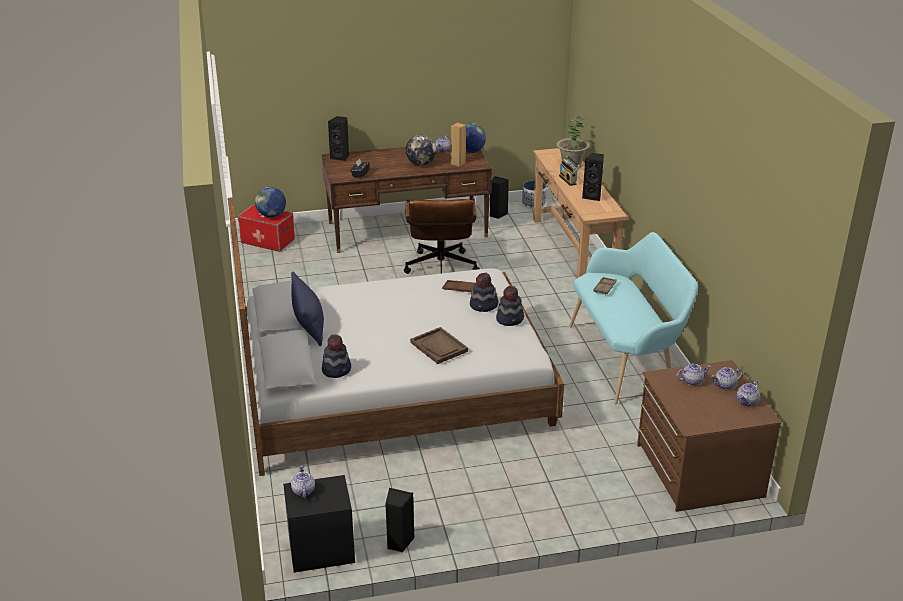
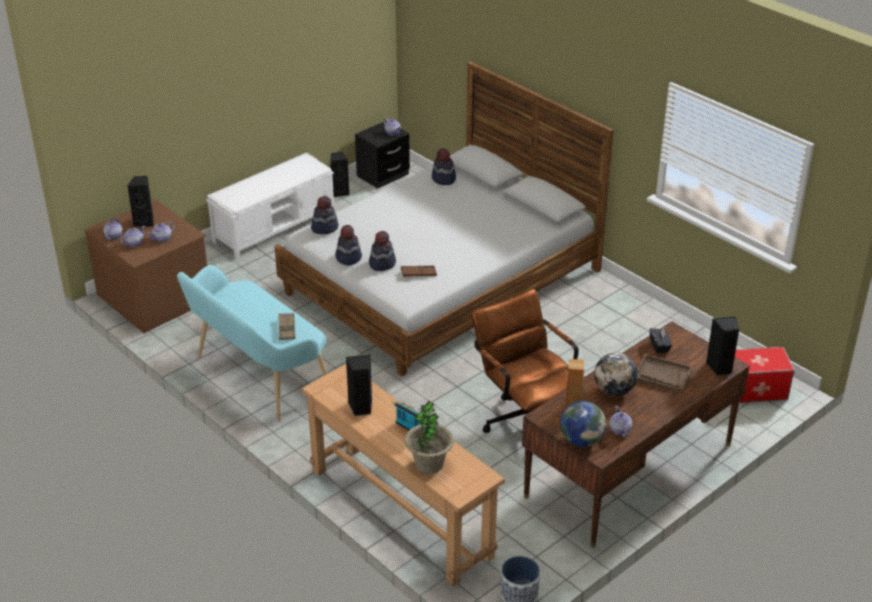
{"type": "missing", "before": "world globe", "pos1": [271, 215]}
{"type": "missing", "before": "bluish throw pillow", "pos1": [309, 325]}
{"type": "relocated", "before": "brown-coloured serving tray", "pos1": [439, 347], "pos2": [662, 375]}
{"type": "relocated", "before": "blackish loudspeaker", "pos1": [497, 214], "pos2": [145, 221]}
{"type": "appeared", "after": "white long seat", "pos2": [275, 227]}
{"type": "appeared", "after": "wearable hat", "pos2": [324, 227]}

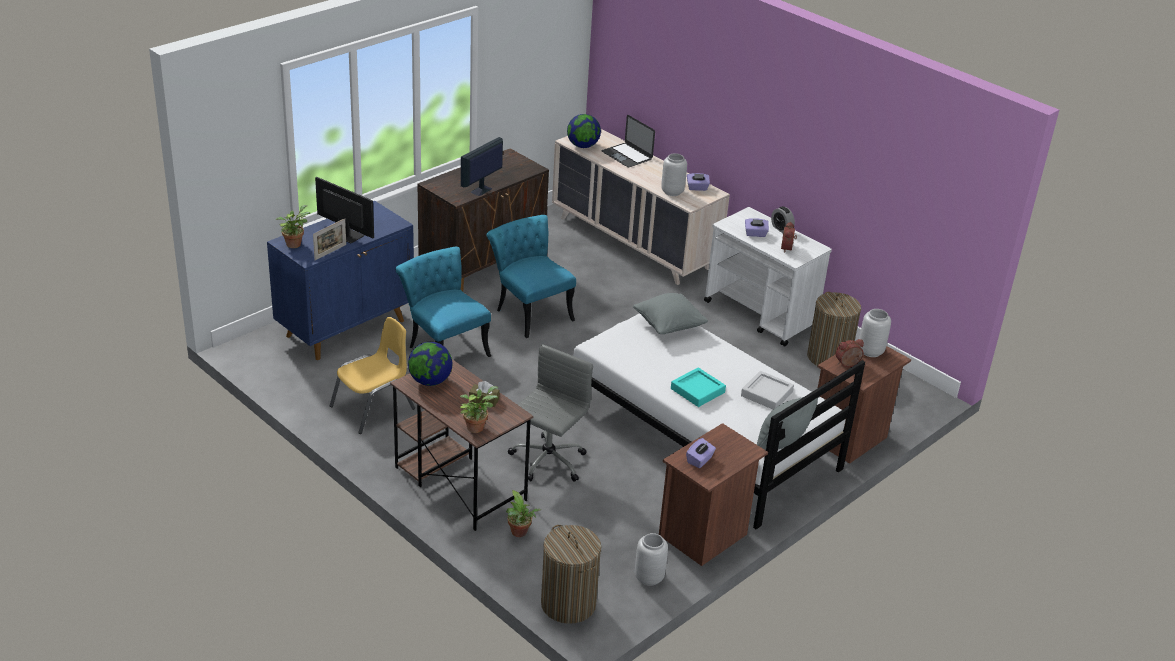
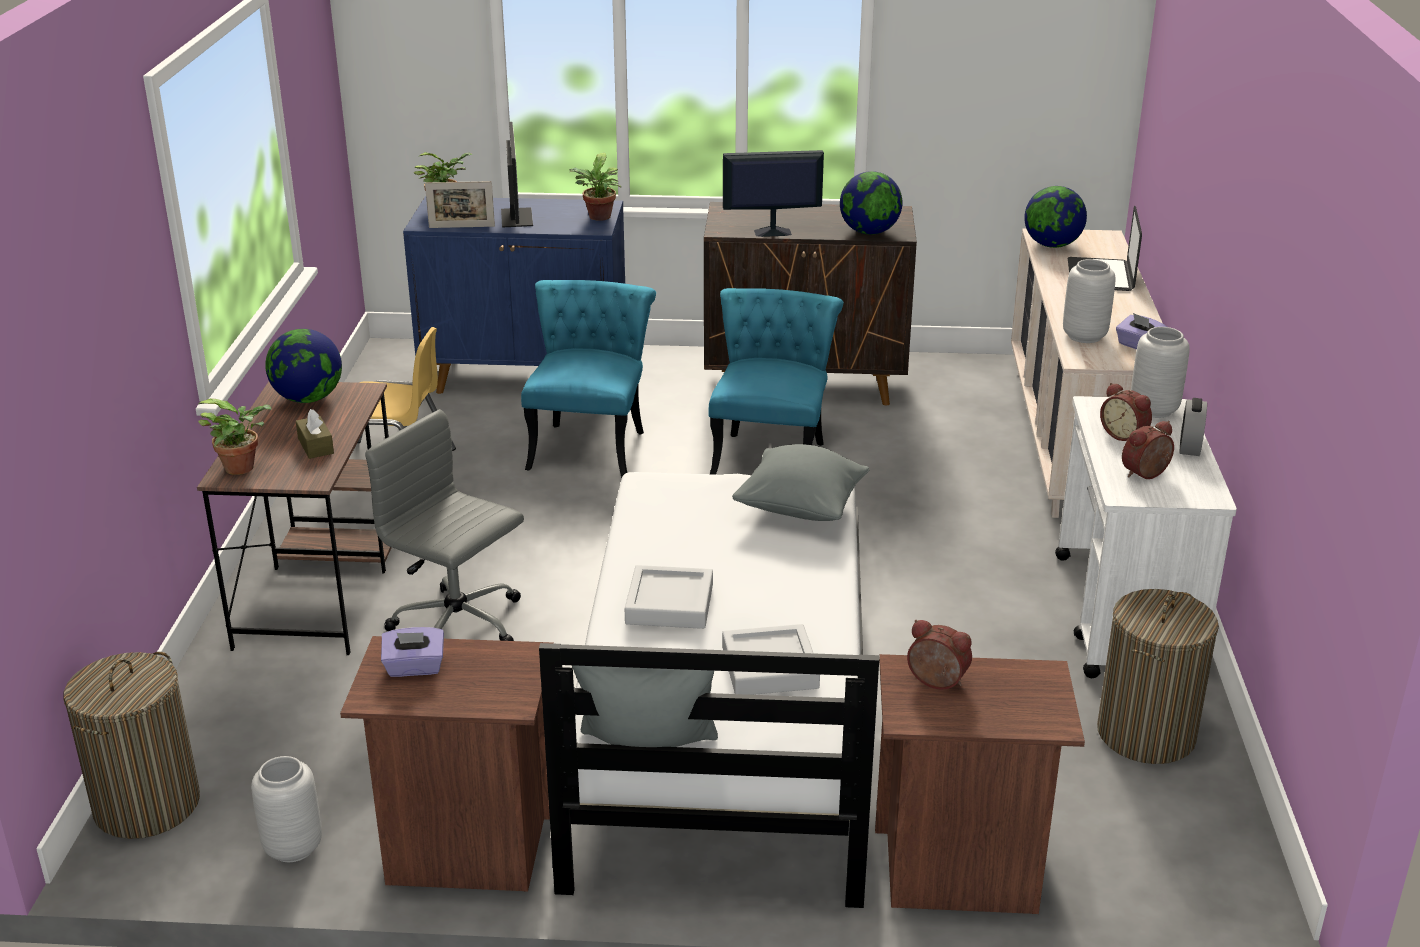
{"type": "relocated", "before": "potted plant", "pos1": [520, 533], "pos2": [598, 218]}
{"type": "spun", "before": "greyish office chair", "pos1": [547, 461], "pos2": [459, 627], "turn": -135}
{"type": "colour", "before": "blue-green serving tray", "after": "greyish serving tray", "pos1": [697, 390], "pos2": [669, 604]}
{"type": "exchanged", "before": "purplish tissue box", "after": "bedside clock", "pos1": [755, 234], "pos2": [1124, 435]}
{"type": "relocated", "before": "greyish vase", "pos1": [871, 352], "pos2": [1154, 410]}
{"type": "appeared", "after": "world globe", "pos2": [869, 232]}

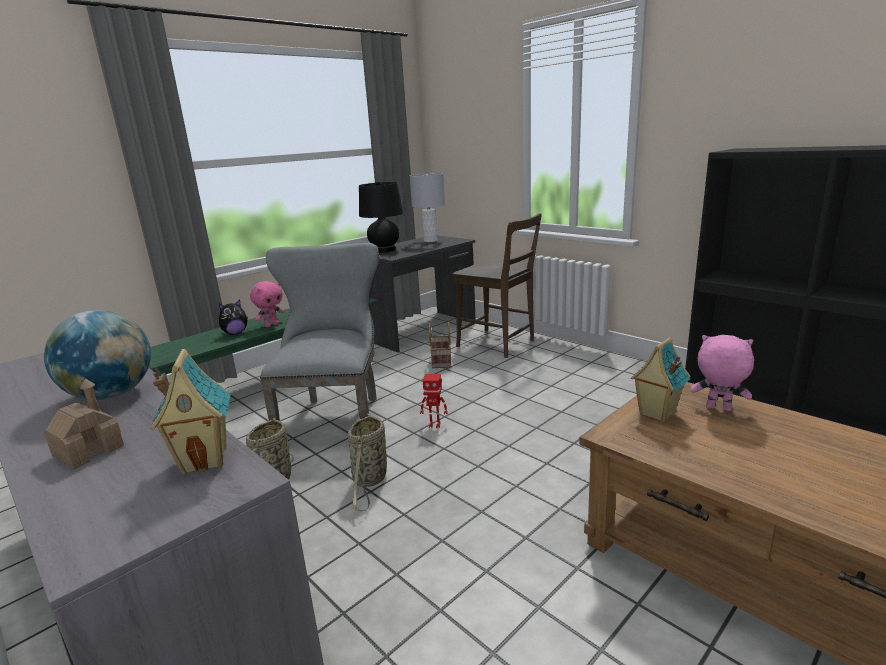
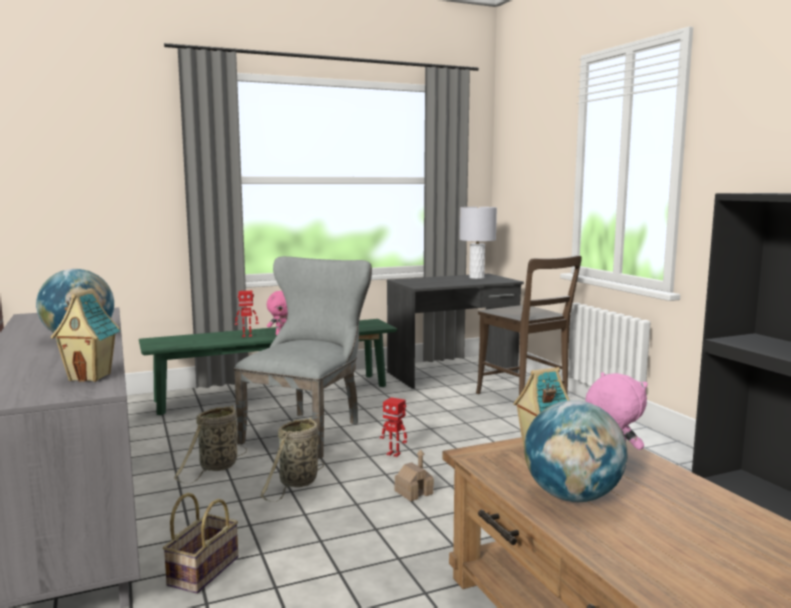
{"type": "relocated", "before": "miniature house", "pos1": [89, 450], "pos2": [413, 492]}
{"type": "exchanged", "before": "soft toy", "after": "toy robot", "pos1": [235, 333], "pos2": [247, 336]}
{"type": "missing", "before": "blackish lamp for a table", "pos1": [384, 250]}
{"type": "relocated", "before": "household basket", "pos1": [440, 361], "pos2": [203, 570]}
{"type": "appeared", "after": "world globe", "pos2": [572, 497]}

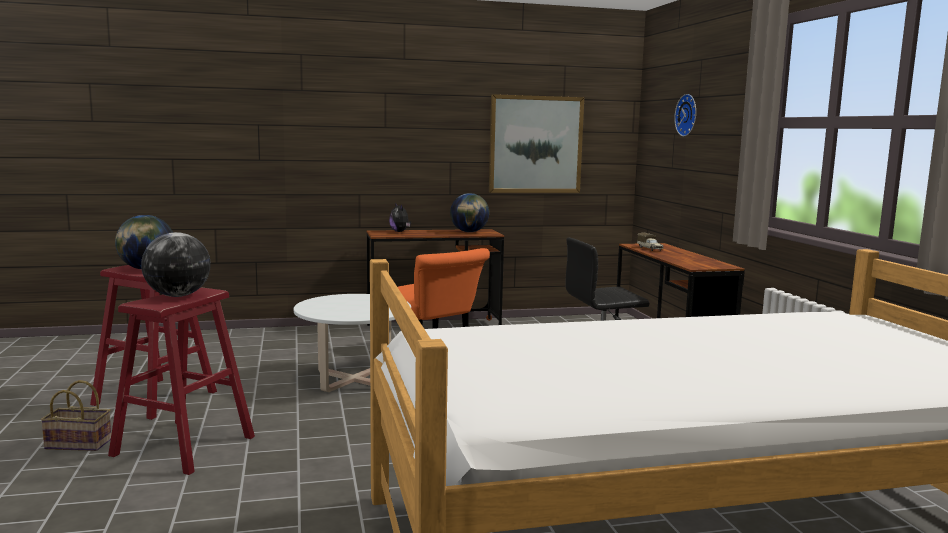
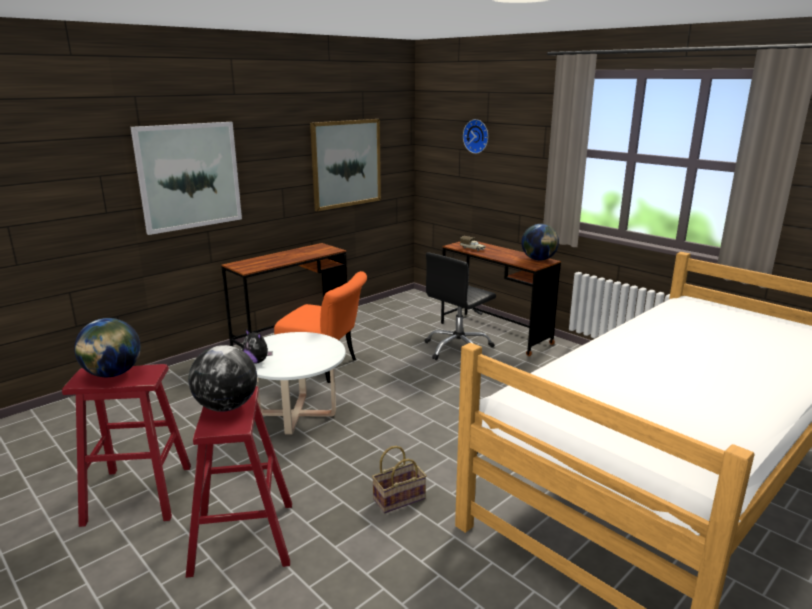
{"type": "relocated", "before": "household basket", "pos1": [80, 443], "pos2": [400, 498]}
{"type": "relocated", "before": "soft toy", "pos1": [400, 232], "pos2": [257, 361]}
{"type": "relocated", "before": "world globe", "pos1": [469, 232], "pos2": [538, 259]}
{"type": "appeared", "after": "picture", "pos2": [189, 176]}

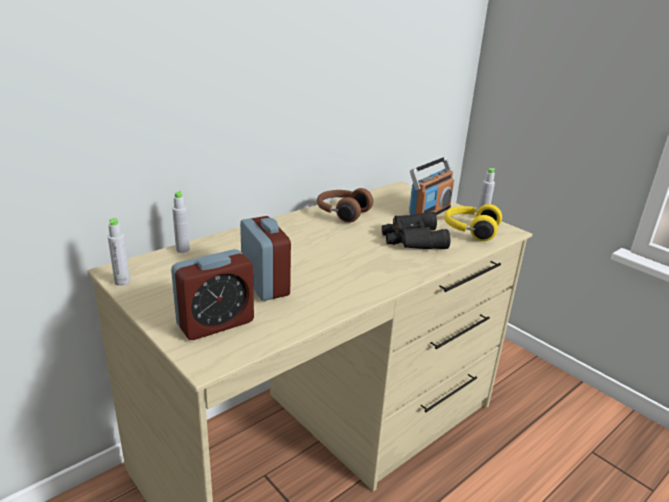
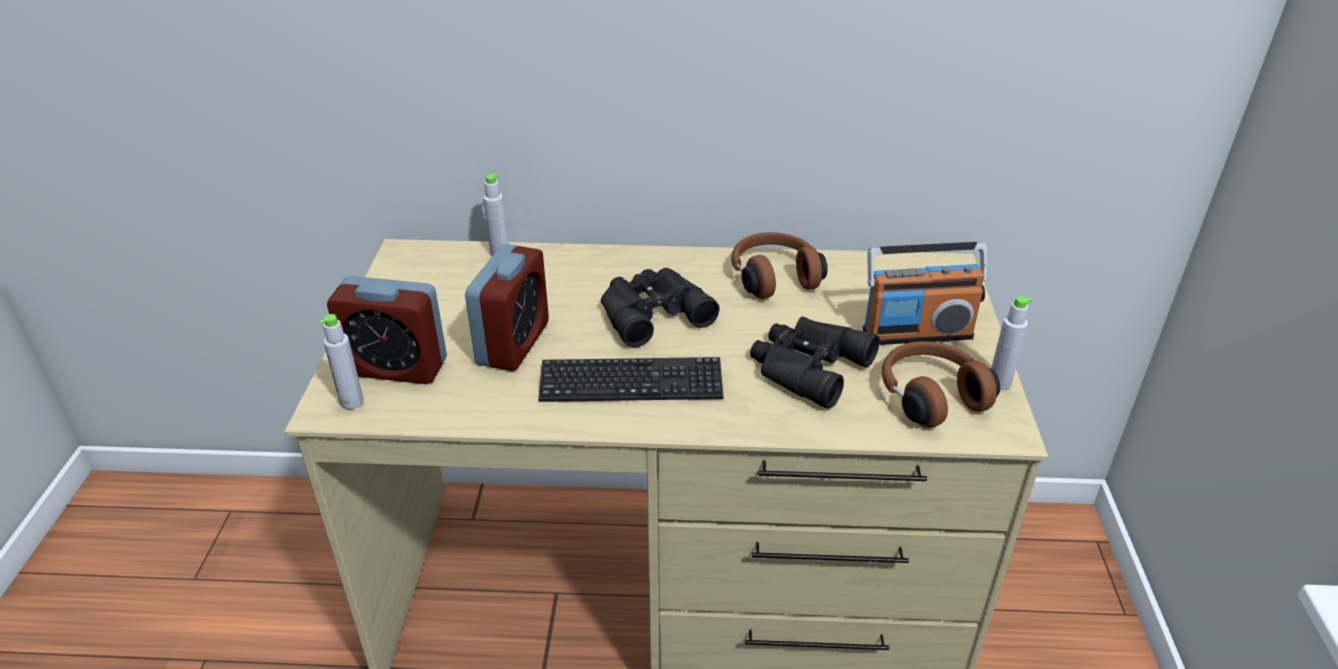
{"type": "relocated", "before": "greyish drink bottle", "pos1": [122, 282], "pos2": [352, 402]}
{"type": "colour", "before": "yellow-coloured headphones", "after": "brown-coloured headphones", "pos1": [469, 231], "pos2": [930, 396]}
{"type": "appeared", "after": "keyboard", "pos2": [631, 383]}
{"type": "appeared", "after": "blackish binoculars", "pos2": [651, 312]}

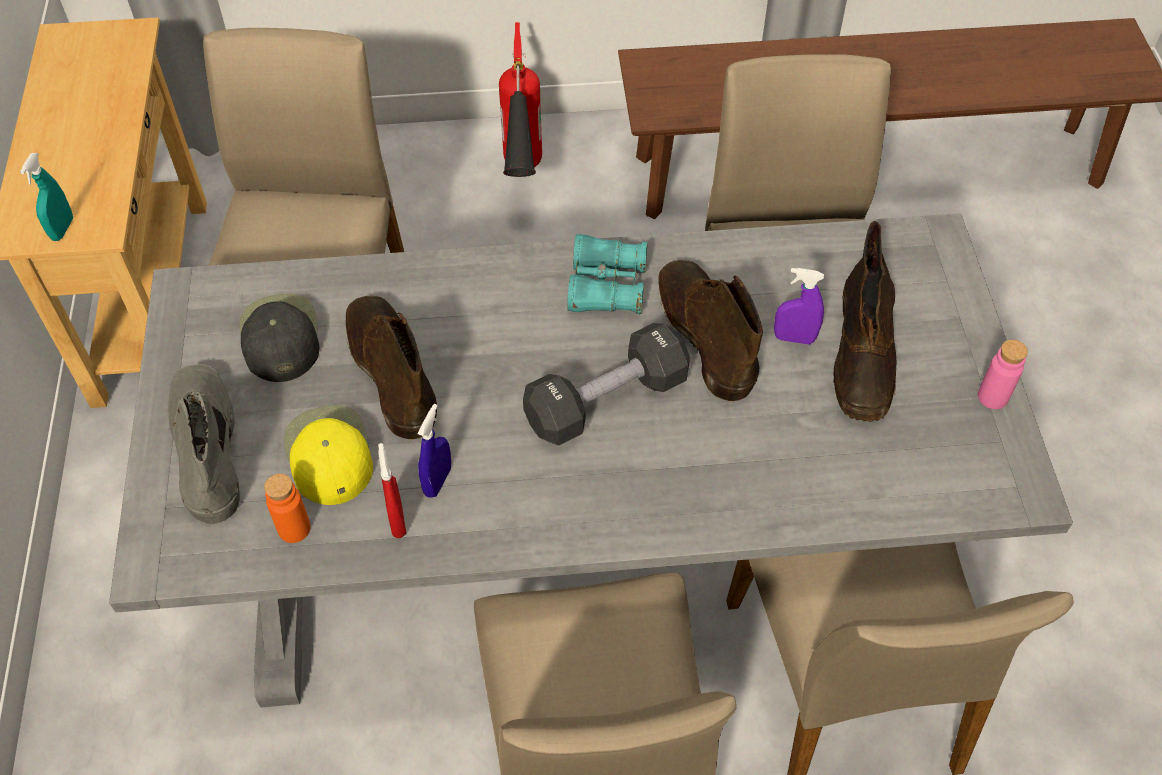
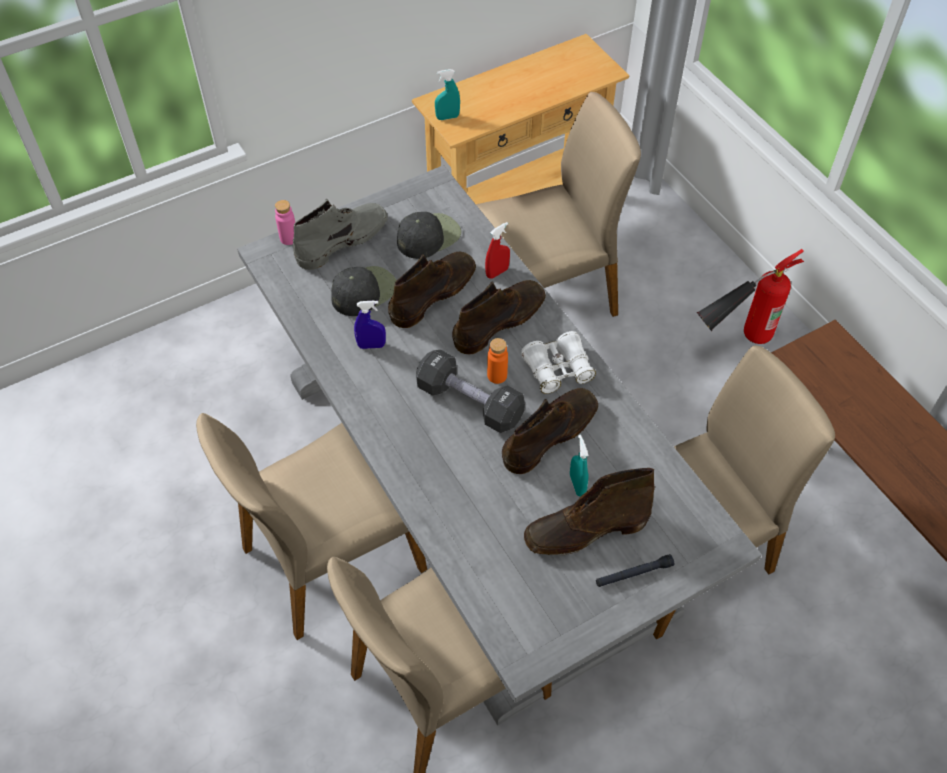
{"type": "relocated", "before": "orange drink bottle", "pos1": [294, 528], "pos2": [497, 375]}
{"type": "colour", "before": "yellow-coloured cap", "after": "blackish cap", "pos1": [328, 454], "pos2": [364, 291]}
{"type": "relocated", "before": "red-coloured spray bottle", "pos1": [397, 520], "pos2": [497, 272]}
{"type": "colour", "before": "blue-green binoculars", "after": "white binoculars", "pos1": [606, 286], "pos2": [558, 369]}
{"type": "colour", "before": "purplish spray bottle", "after": "blue-green spray bottle", "pos1": [794, 338], "pos2": [577, 485]}
{"type": "relocated", "before": "pink-coloured drink bottle", "pos1": [992, 397], "pos2": [289, 238]}
{"type": "appeared", "after": "brown-coloured boot", "pos2": [500, 321]}
{"type": "appeared", "after": "blackish hand torch", "pos2": [633, 574]}

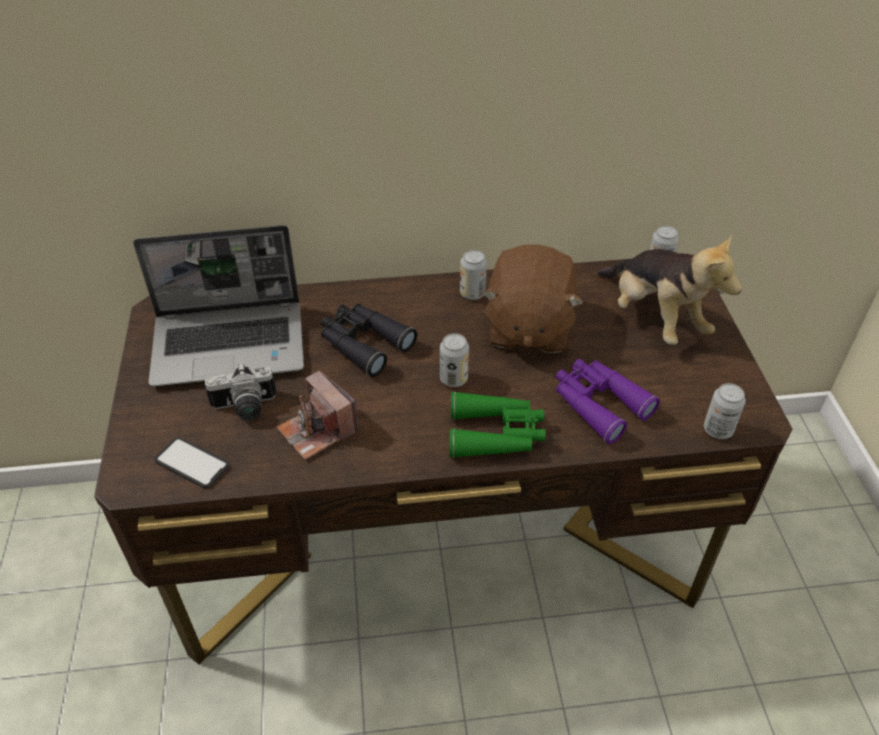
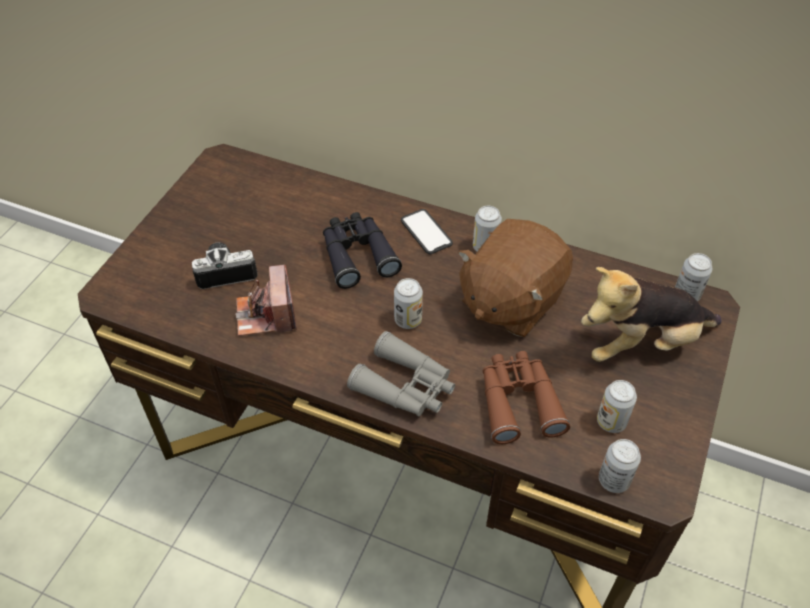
{"type": "missing", "before": "laptop", "pos1": [231, 344]}
{"type": "relocated", "before": "handset", "pos1": [192, 463], "pos2": [426, 232]}
{"type": "spun", "before": "photo camera", "pos1": [244, 408], "pos2": [226, 271], "turn": 150}
{"type": "colour", "before": "green-coloured binoculars", "after": "greyish binoculars", "pos1": [496, 434], "pos2": [406, 386]}
{"type": "colour", "before": "purplish binoculars", "after": "brown-coloured binoculars", "pos1": [598, 404], "pos2": [518, 401]}
{"type": "spun", "before": "soft toy", "pos1": [654, 318], "pos2": [641, 343], "turn": 75}
{"type": "appeared", "after": "metal can", "pos2": [611, 421]}

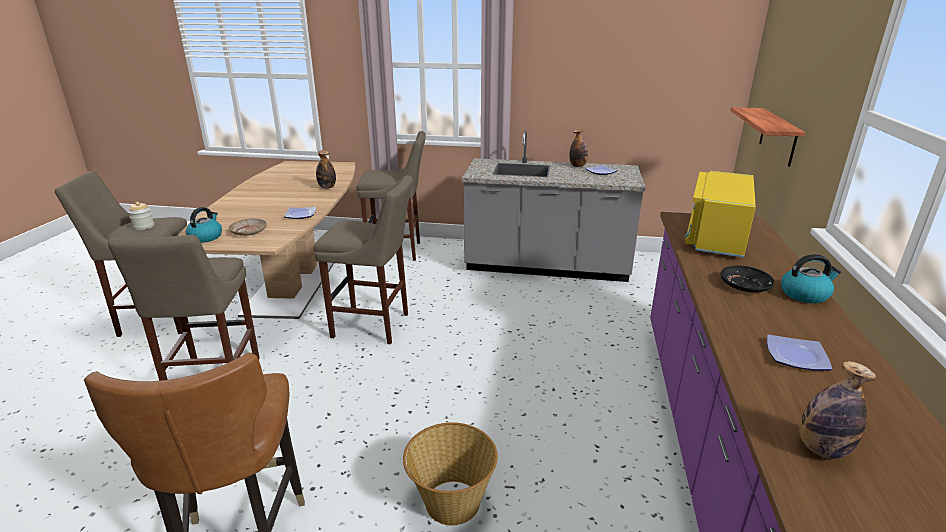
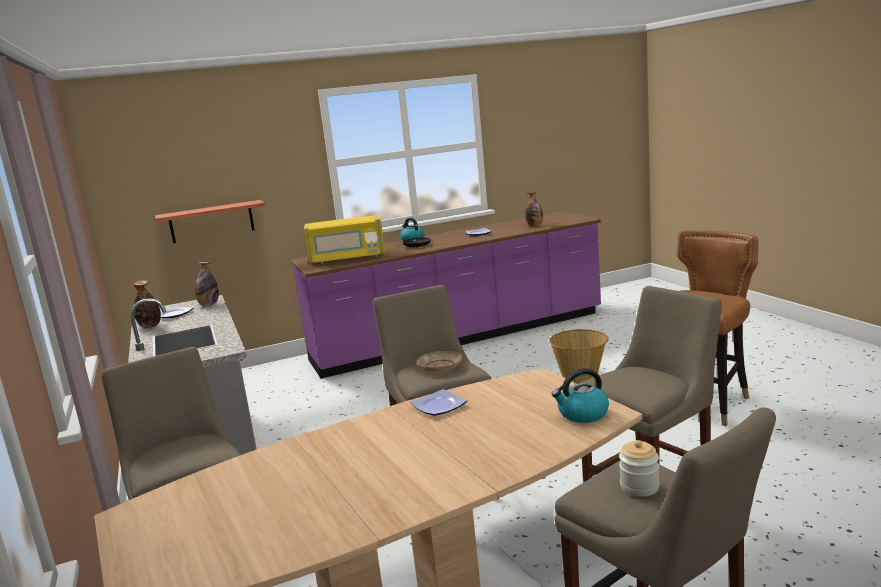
{"type": "relocated", "before": "beige plate", "pos1": [249, 231], "pos2": [439, 367]}
{"type": "relocated", "before": "drink bottle", "pos1": [327, 187], "pos2": [209, 304]}

